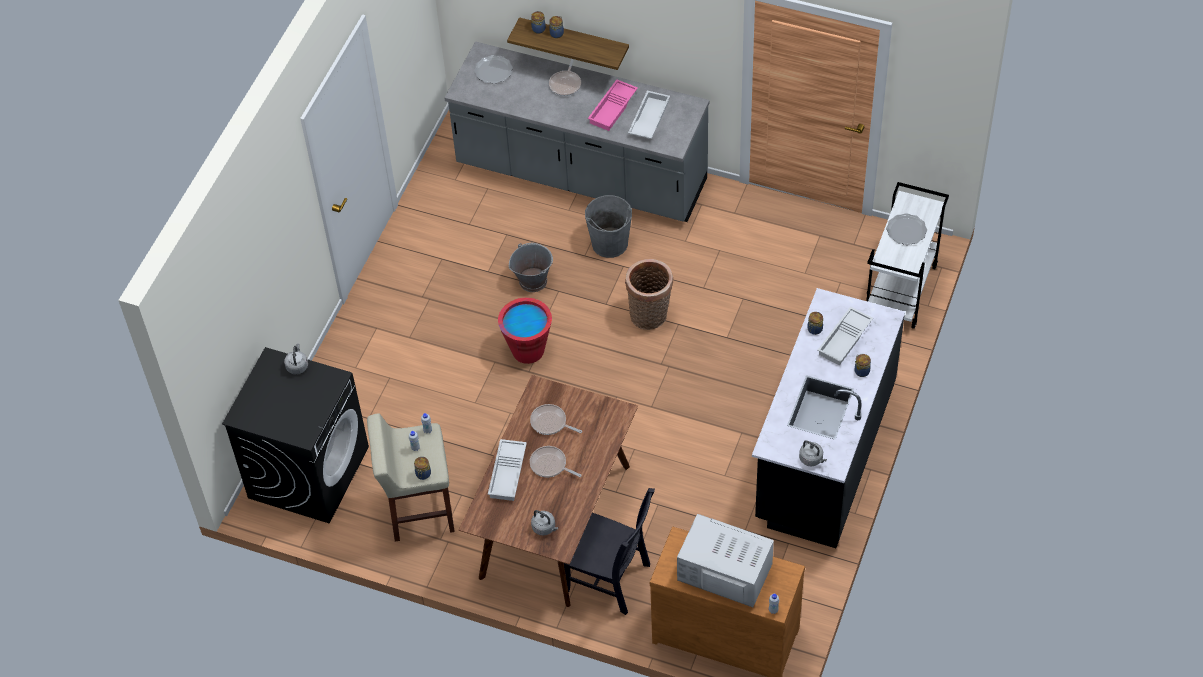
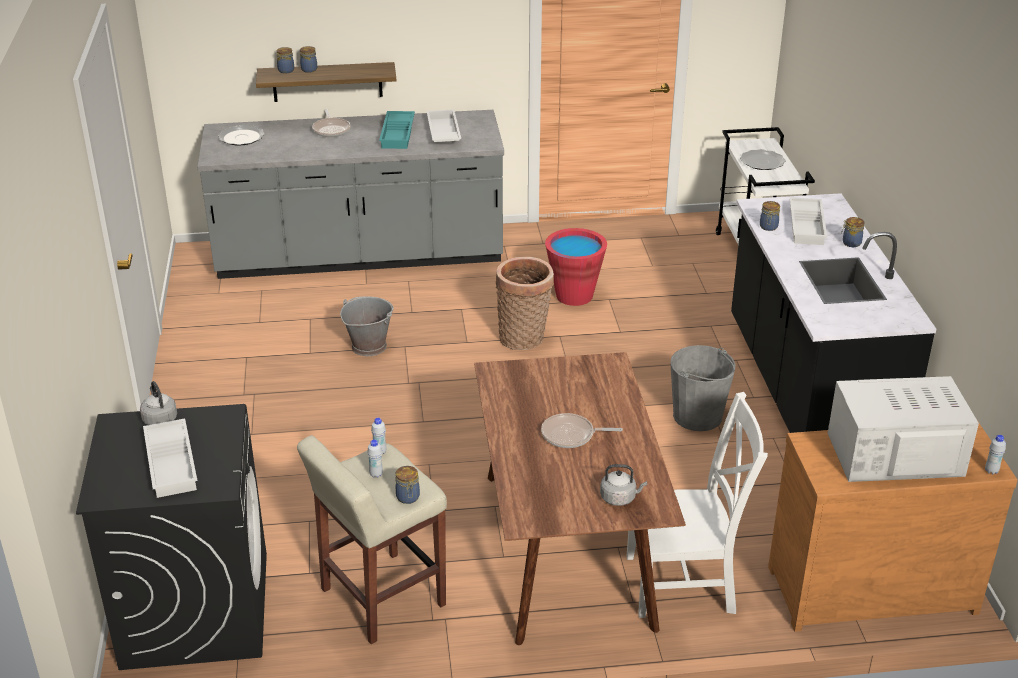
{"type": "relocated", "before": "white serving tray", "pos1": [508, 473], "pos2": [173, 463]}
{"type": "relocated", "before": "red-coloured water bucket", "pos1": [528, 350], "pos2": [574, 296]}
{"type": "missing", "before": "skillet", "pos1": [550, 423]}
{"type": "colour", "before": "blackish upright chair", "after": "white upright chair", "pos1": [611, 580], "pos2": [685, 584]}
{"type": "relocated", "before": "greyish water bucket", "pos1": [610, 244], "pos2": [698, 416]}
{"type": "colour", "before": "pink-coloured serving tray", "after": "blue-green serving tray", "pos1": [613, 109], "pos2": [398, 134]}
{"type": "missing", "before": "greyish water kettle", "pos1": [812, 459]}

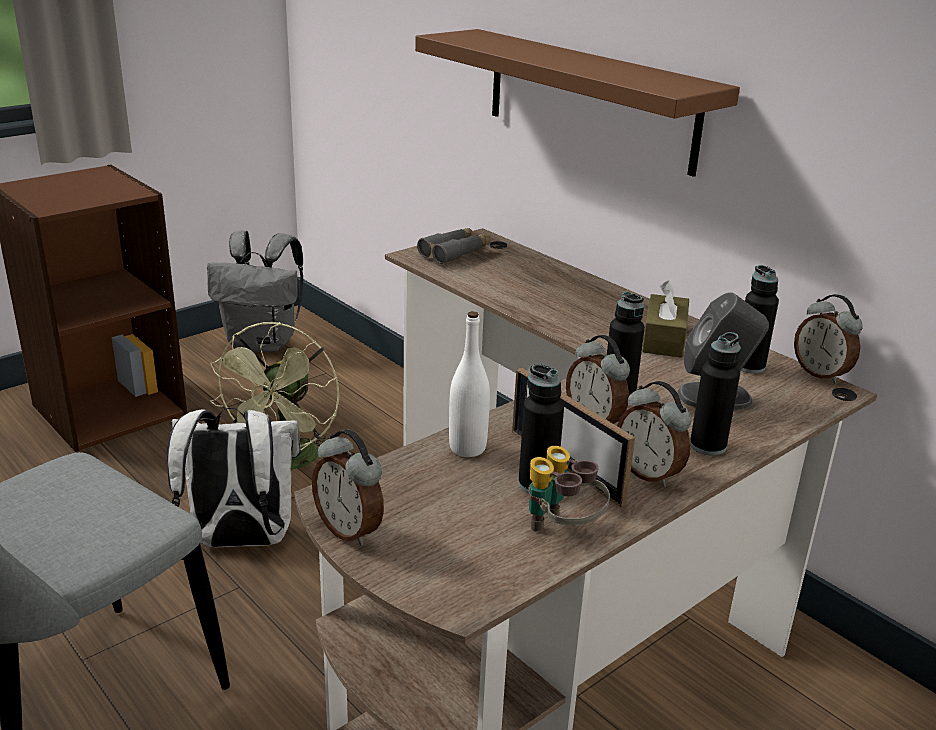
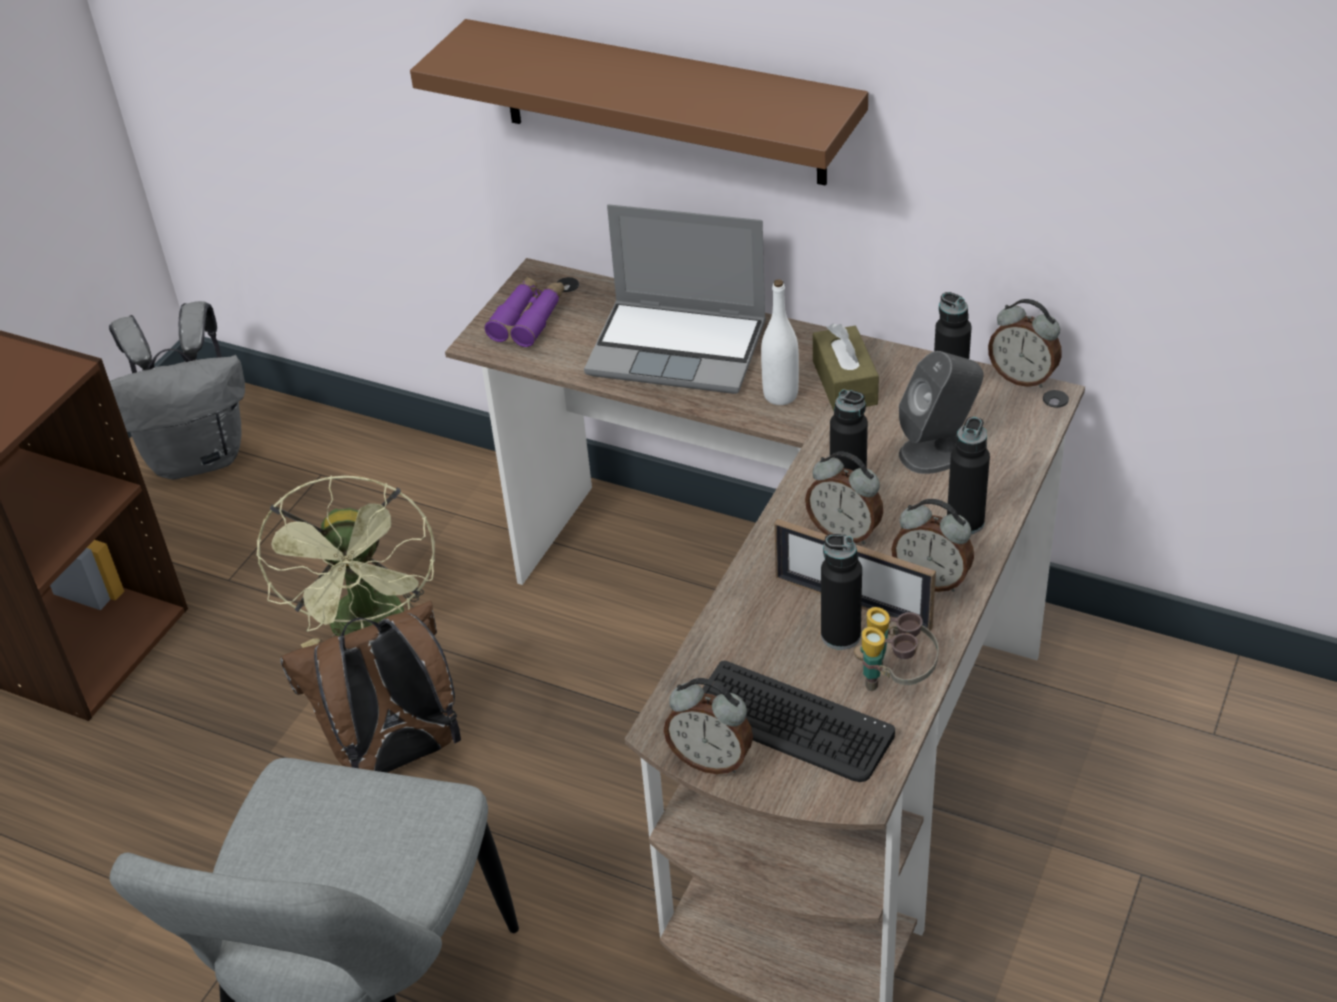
{"type": "colour", "before": "white rucksack", "after": "brown-coloured rucksack", "pos1": [239, 541], "pos2": [396, 757]}
{"type": "colour", "before": "greyish binoculars", "after": "purplish binoculars", "pos1": [455, 252], "pos2": [528, 319]}
{"type": "relocated", "before": "white drink bottle", "pos1": [467, 448], "pos2": [780, 395]}
{"type": "appeared", "after": "laptop", "pos2": [680, 348]}
{"type": "appeared", "after": "keyboard", "pos2": [791, 724]}

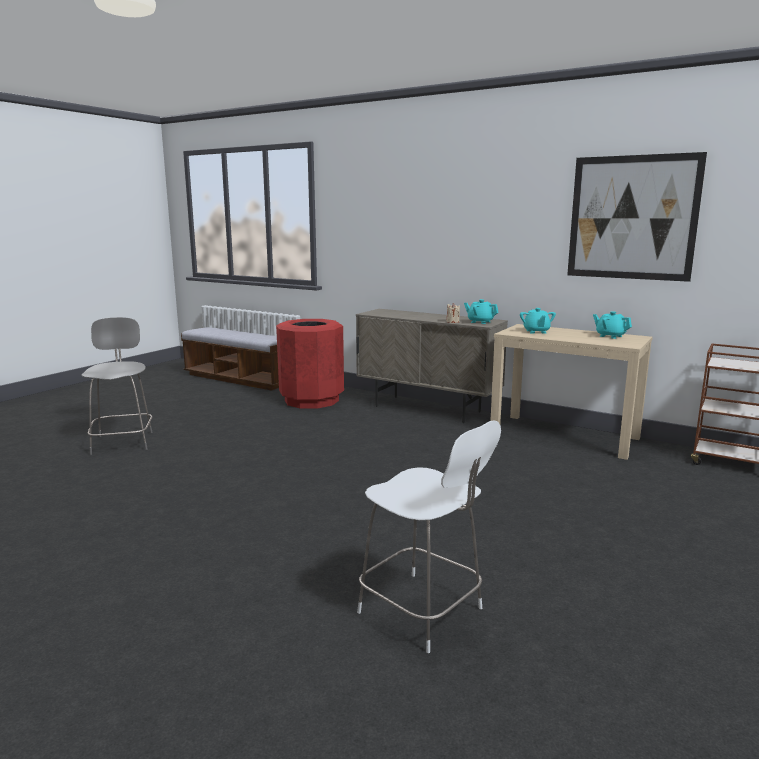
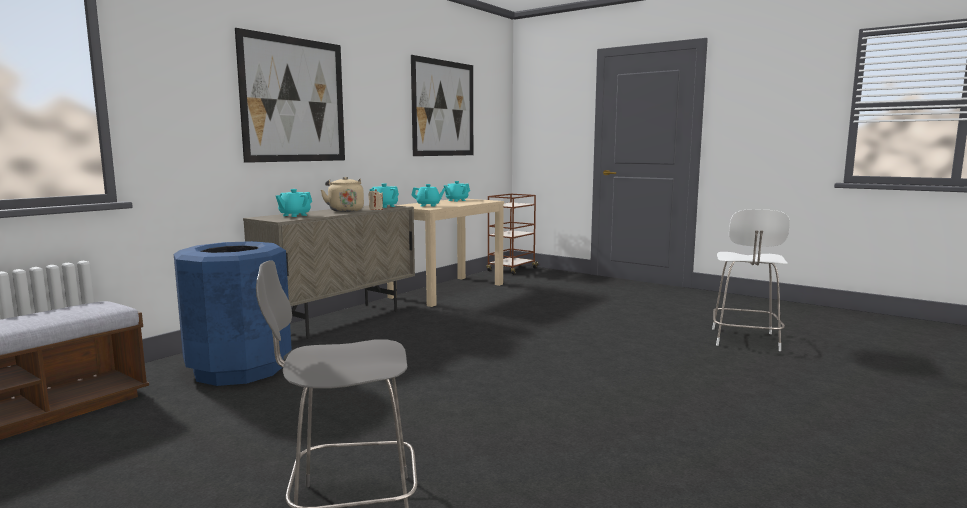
{"type": "colour", "before": "red-coloured rubbish bin", "after": "bluish rubbish bin", "pos1": [311, 400], "pos2": [238, 369]}
{"type": "spun", "before": "white upright chair", "pos1": [423, 612], "pos2": [744, 340], "turn": 150}
{"type": "appeared", "after": "picture", "pos2": [294, 100]}
{"type": "appeared", "after": "blue-green tea pot", "pos2": [294, 215]}
{"type": "appeared", "after": "beige water kettle", "pos2": [345, 210]}

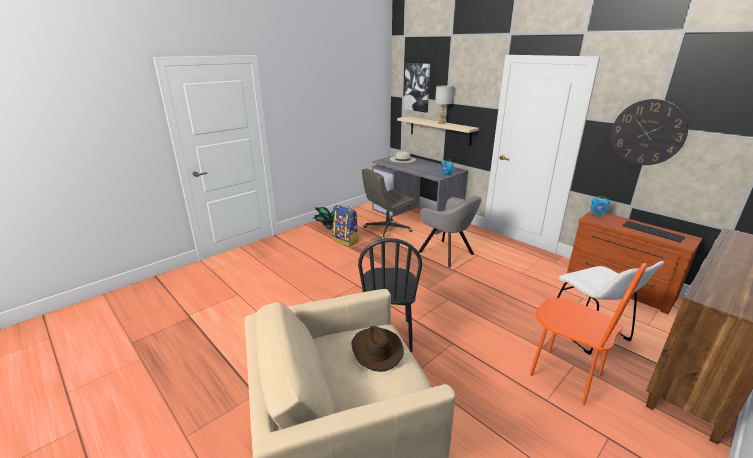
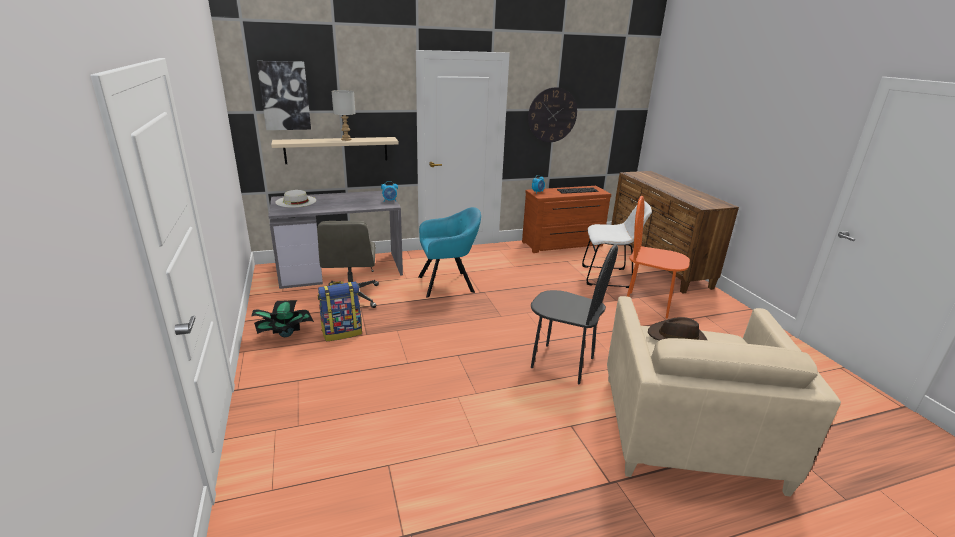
{"type": "colour", "before": "greyish armchair", "after": "blue-green armchair", "pos1": [447, 254], "pos2": [448, 284]}
{"type": "spun", "before": "orange upright chair", "pos1": [565, 375], "pos2": [647, 305], "turn": -135}

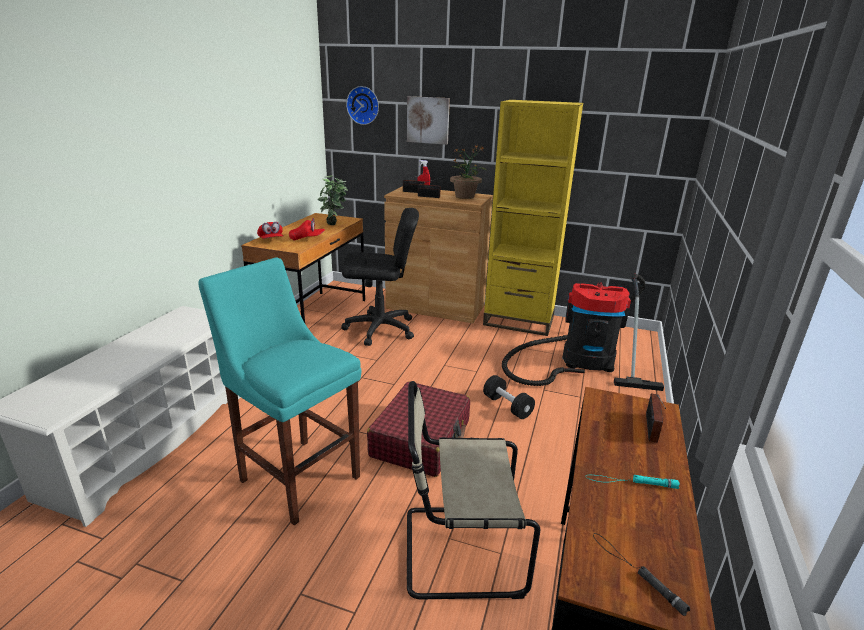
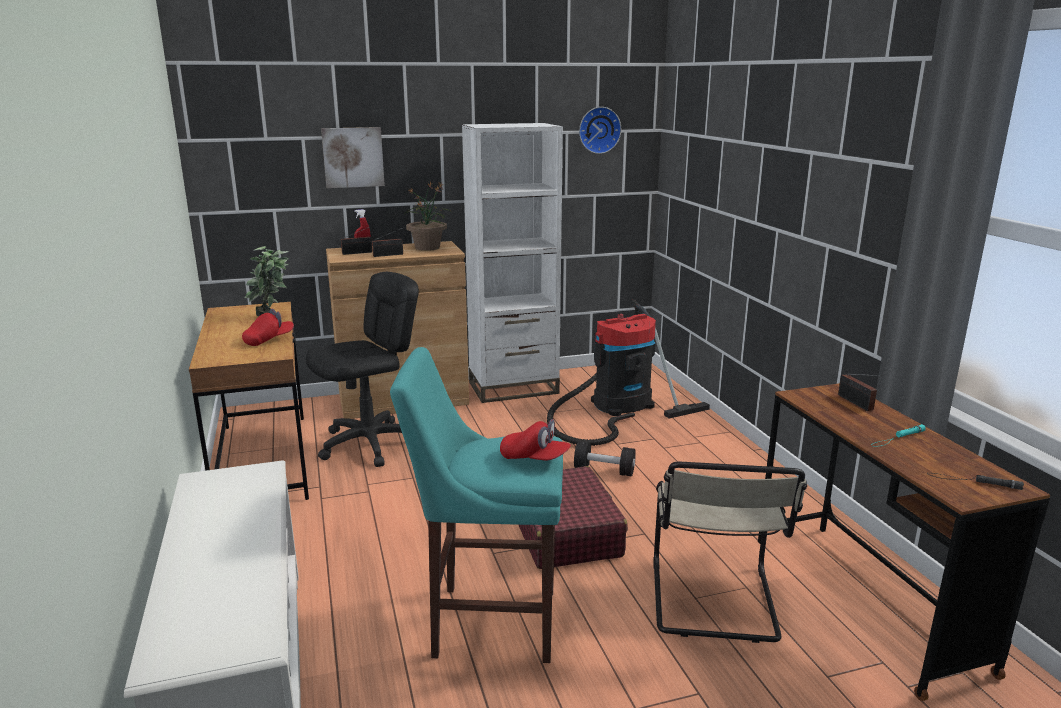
{"type": "relocated", "before": "red-coloured cap", "pos1": [271, 240], "pos2": [534, 458]}
{"type": "relocated", "before": "wall clock", "pos1": [363, 105], "pos2": [598, 130]}
{"type": "spun", "before": "beige upright chair", "pos1": [457, 550], "pos2": [713, 603], "turn": -45}
{"type": "colour", "before": "yellow-coloured shelving unit", "after": "white shelving unit", "pos1": [518, 321], "pos2": [513, 388]}

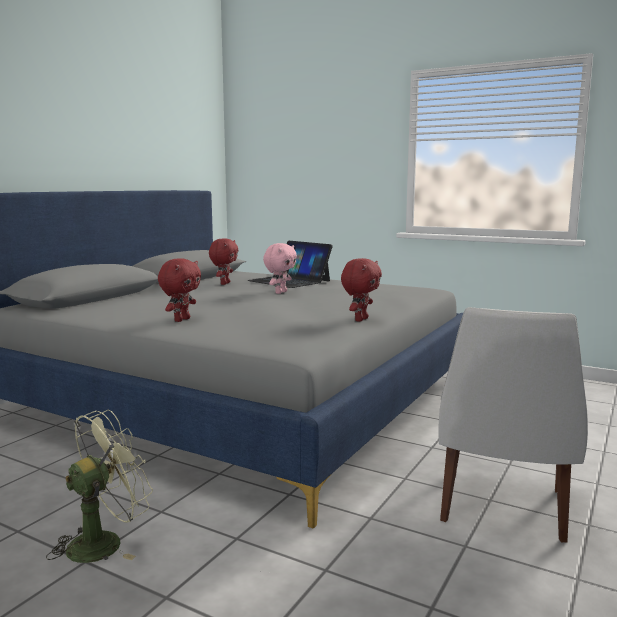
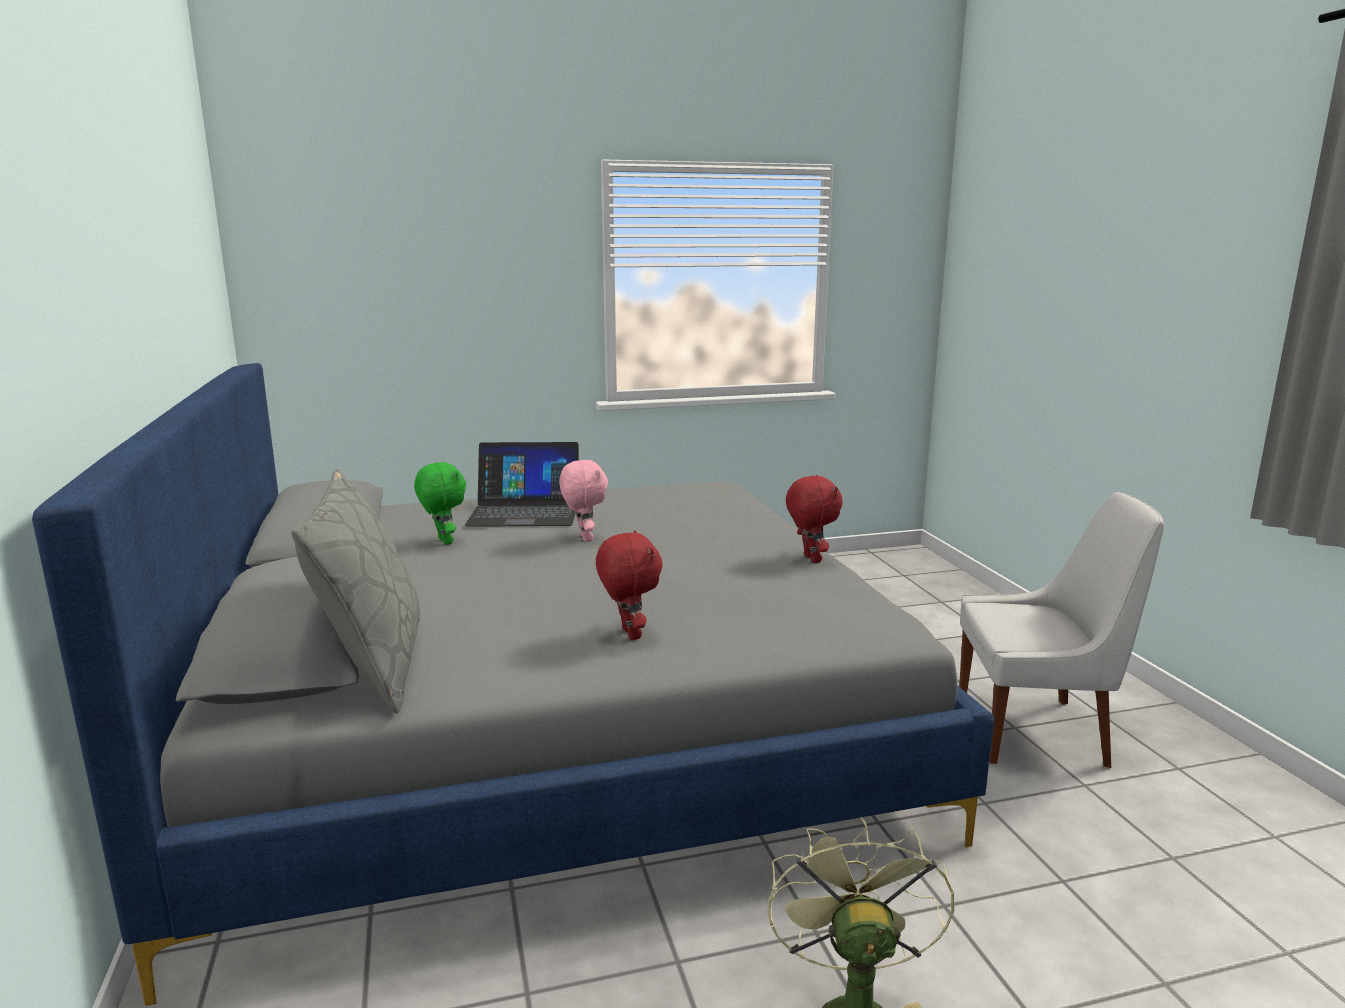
{"type": "colour", "before": "red-coloured soft toy", "after": "green-coloured soft toy", "pos1": [224, 283], "pos2": [443, 541]}
{"type": "spun", "before": "white upright chair", "pos1": [502, 508], "pos2": [1037, 731], "turn": -60}
{"type": "appeared", "after": "greyish throw pillow", "pos2": [373, 665]}

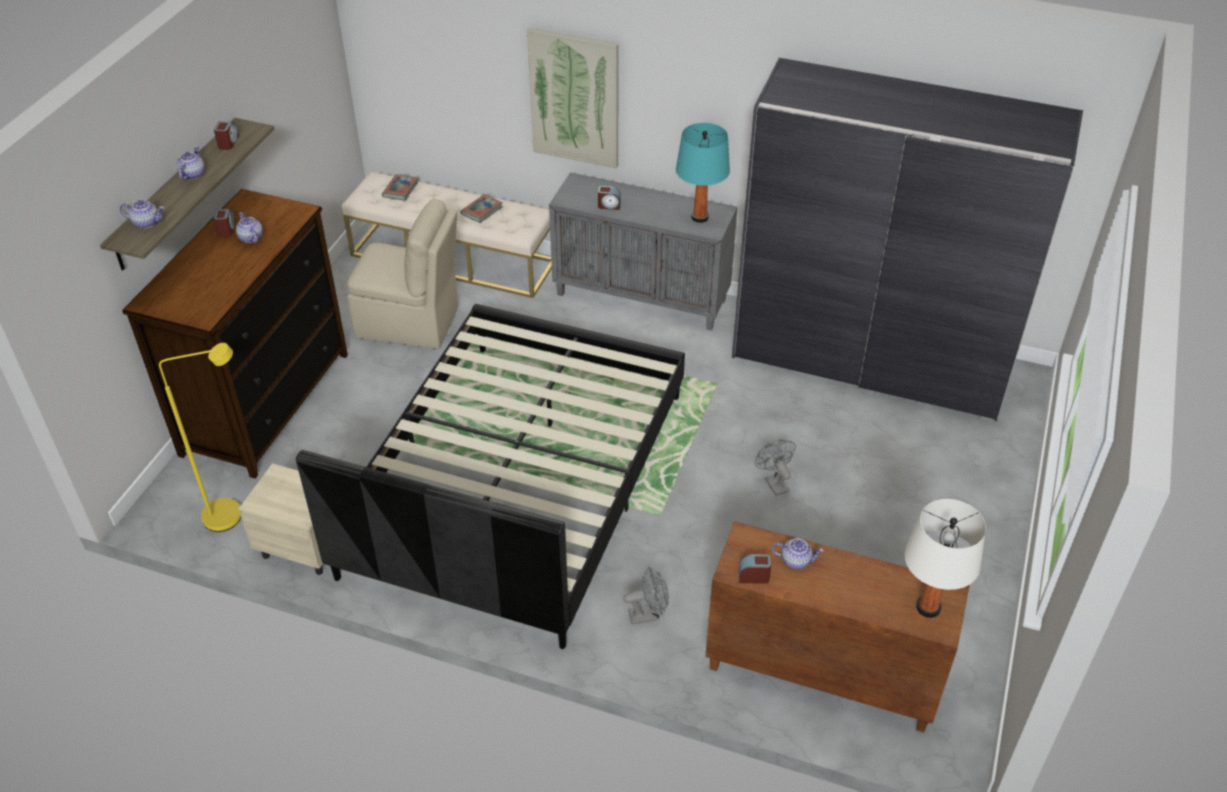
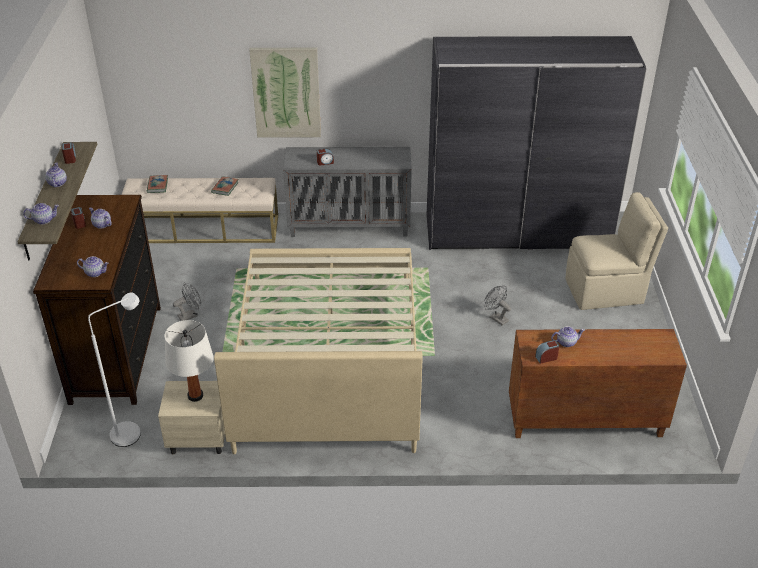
{"type": "colour", "before": "yellow-coloured standard lamp", "after": "white standard lamp", "pos1": [233, 514], "pos2": [133, 431]}
{"type": "colour", "before": "blackish bed", "after": "beige bed", "pos1": [516, 482], "pos2": [327, 359]}
{"type": "relocated", "before": "beige upright chair", "pos1": [410, 323], "pos2": [606, 291]}
{"type": "relocated", "before": "greyish fan", "pos1": [648, 614], "pos2": [190, 315]}
{"type": "missing", "before": "blue-green lamp for a table", "pos1": [700, 217]}
{"type": "relocated", "before": "white lamp for a table", "pos1": [928, 607], "pos2": [195, 396]}
{"type": "appeared", "after": "tea pot", "pos2": [95, 272]}

